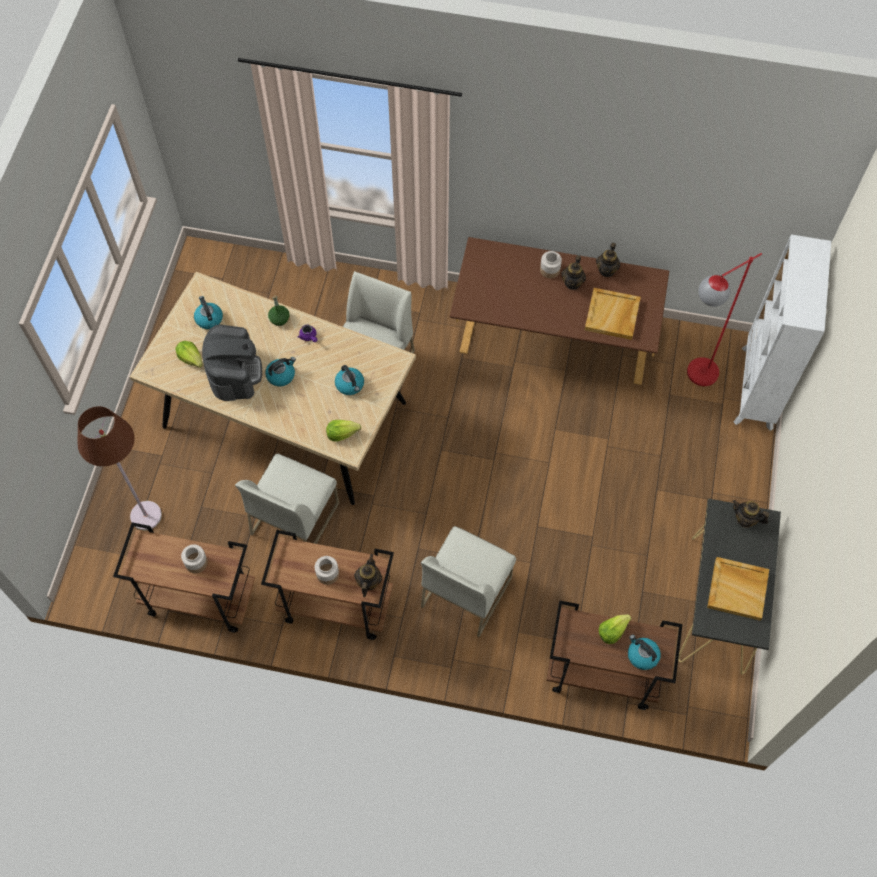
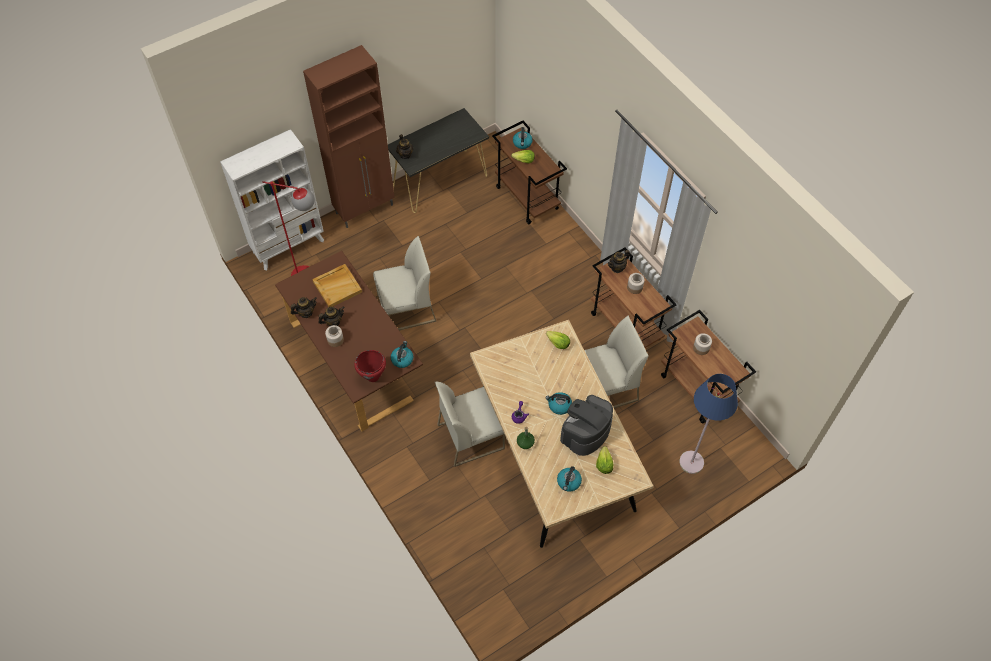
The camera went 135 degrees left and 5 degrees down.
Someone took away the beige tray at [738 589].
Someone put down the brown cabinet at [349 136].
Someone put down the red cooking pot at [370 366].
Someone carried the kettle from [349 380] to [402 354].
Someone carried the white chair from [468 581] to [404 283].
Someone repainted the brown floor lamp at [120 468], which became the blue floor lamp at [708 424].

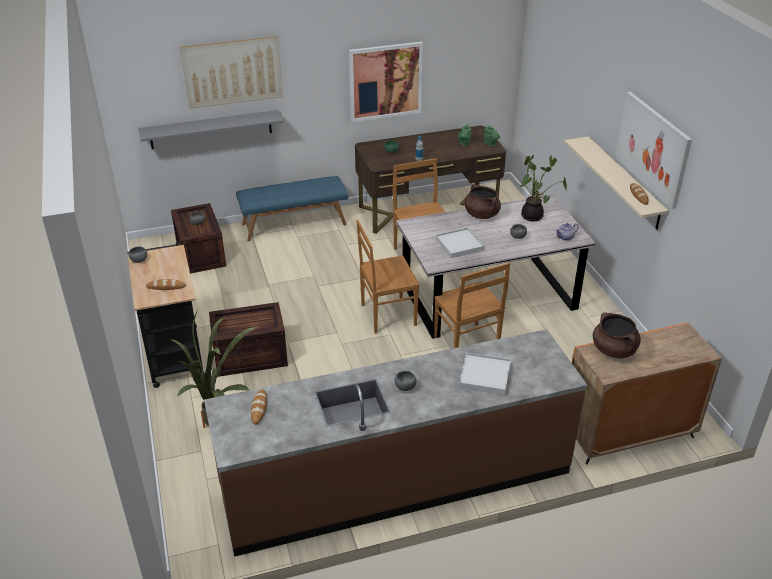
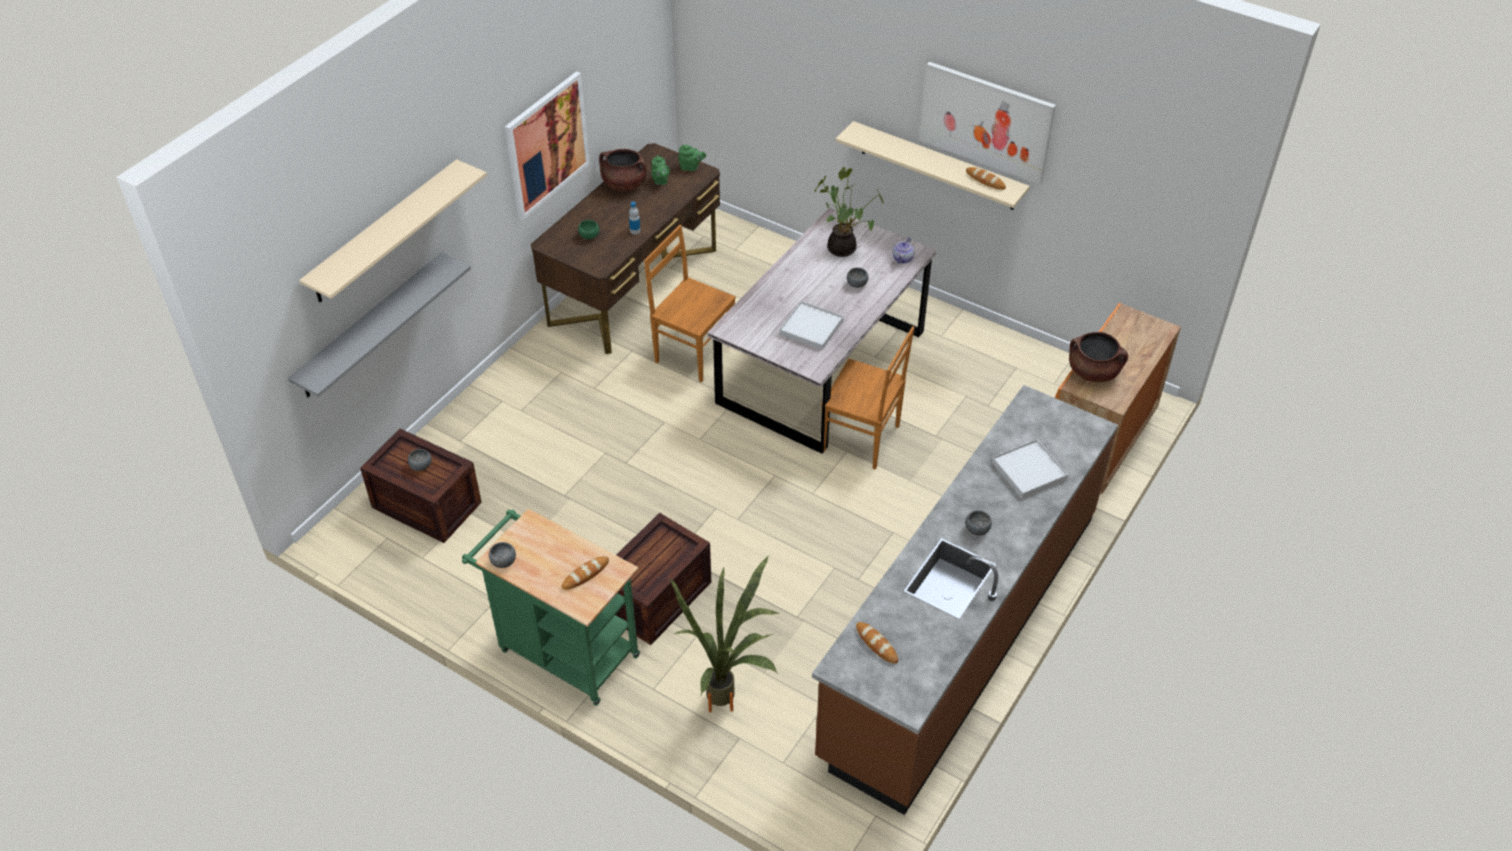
The camera went 40 degrees left and 10 degrees up.
Someone took away the blue bench at [292 208].
Someone took away the brown chair at [388 277].
Someone carried the brown cooking pot from [482 201] to [623 170].
Someone swapped the picture at [231 72] for the beige shelf at [393 230].
Someone repainted the black cart at [166 315], which became the green cart at [551 607].

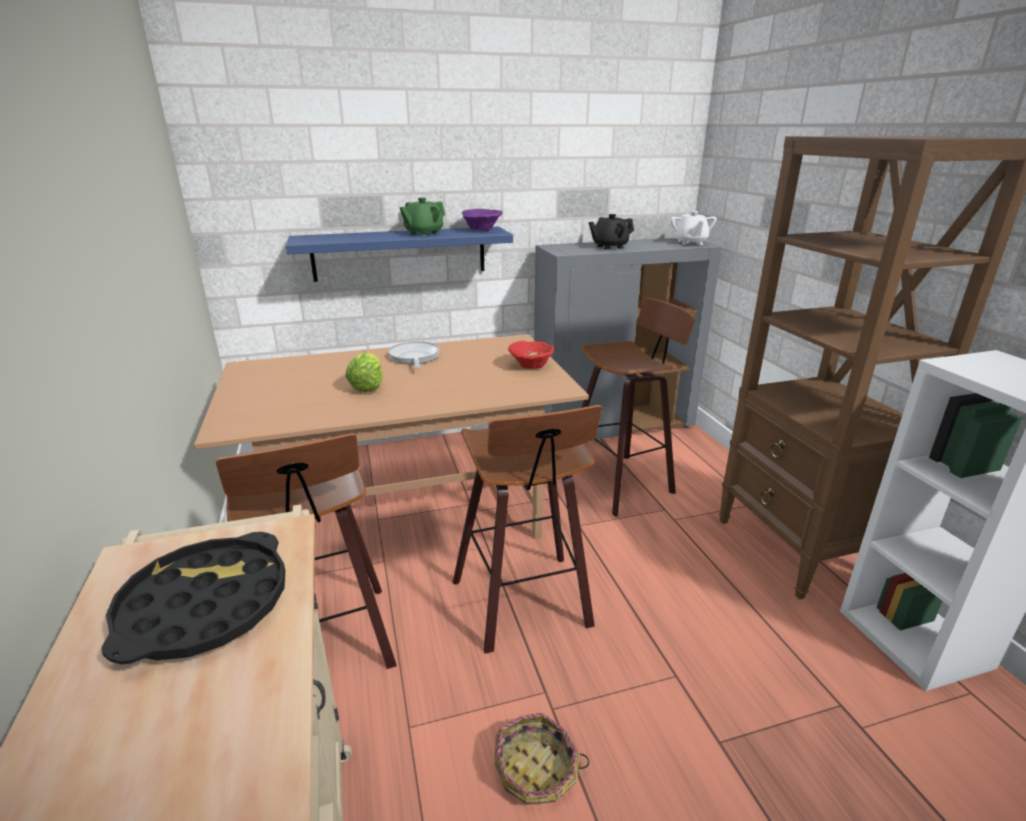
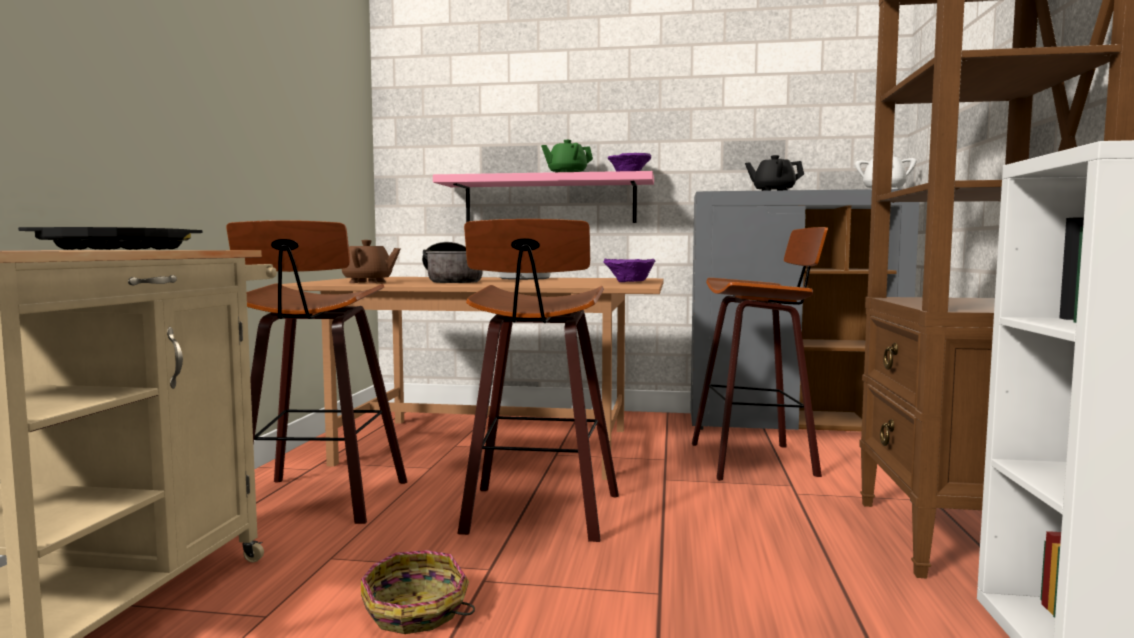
The camera went 25 degrees right and 20 degrees down.
Someone put down the brown teapot at [371 261].
Someone swapped the lettuce at [364 372] for the cooking pot at [452 262].
Someone repainted the blue shelf at [399 254], which became the pink shelf at [543 197].
Someone repainted the red bowl at [531 355], which became the purple bowl at [629 270].

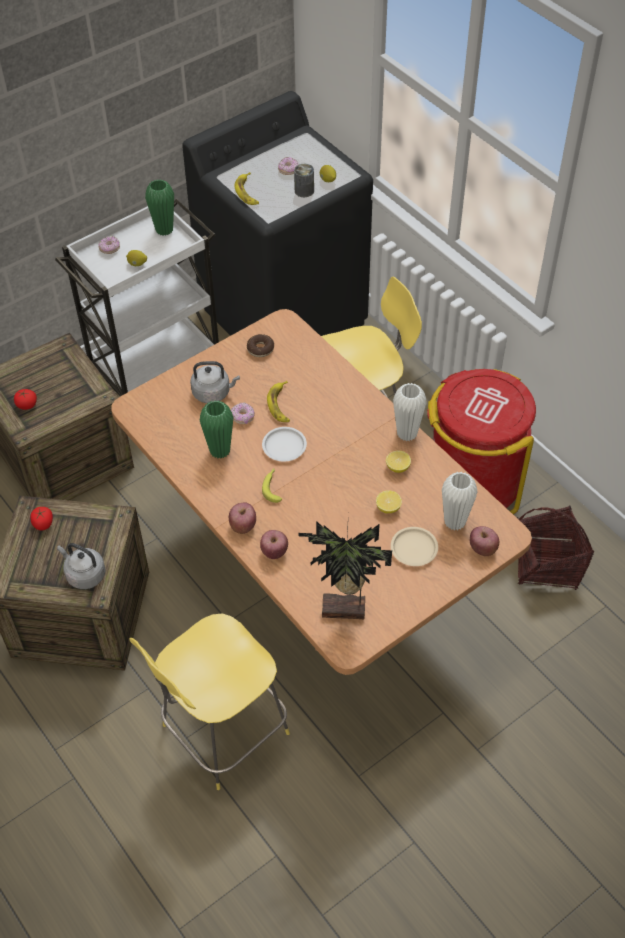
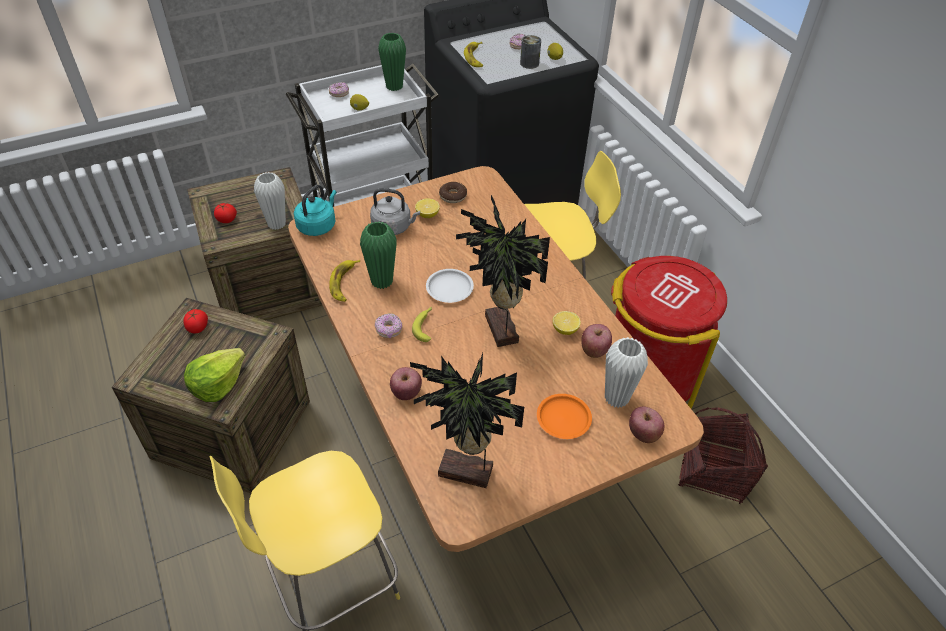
The camera went 10 degrees right and 5 degrees down.
Someone put down the turquoise kettle at [315 210].
Someone put down the potted plant at [503 271].
Someone carried the apple from [242 518] to [596 341].
Someone carried the donut from [243 413] to [389 325].
Someone carried the banana from [278 401] to [344 281].
Someone carried the lemon from [389 501] to [427 208].
Someone carried the white vase from [410 412] to [270 201].
Someone swapped the grey kettle at [81 566] for the lettuce at [214 375].
Someone repainted the beige plate at [414 546], which became the orange plate at [564 416].

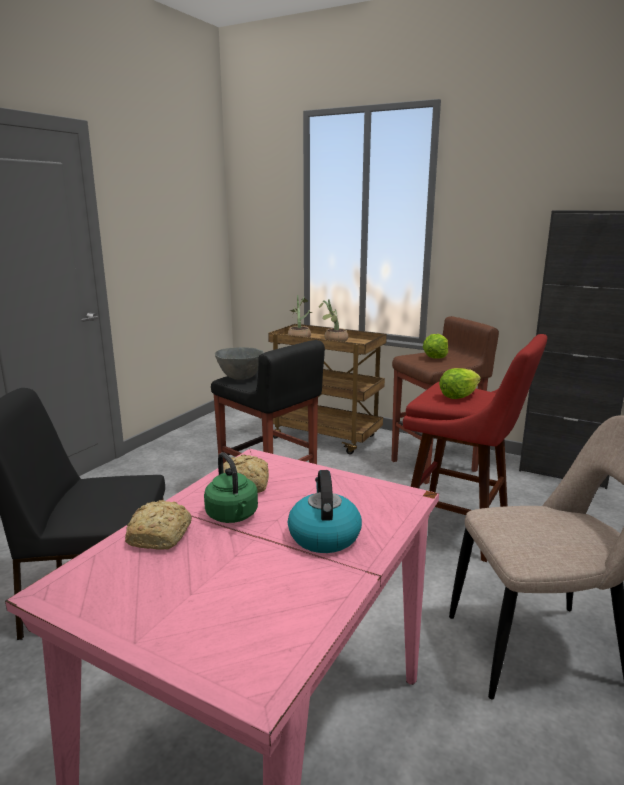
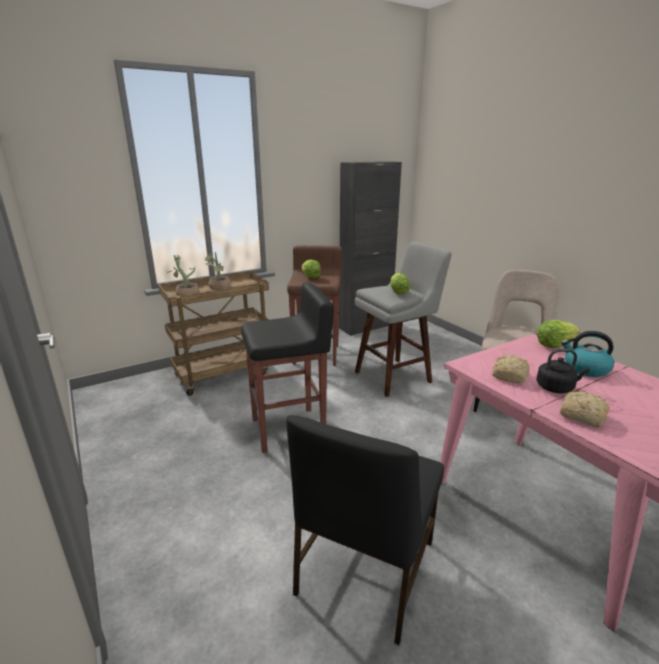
The camera went 60 degrees left and 5 degrees up.
Someone took away the grey bowl at [239 363].
Someone put down the lettuce at [558 334].
Someone repainted the green kettle at [231 487], which became the black kettle at [563 371].
Someone repainted the red stool at [475 448], which became the grey stool at [403 319].

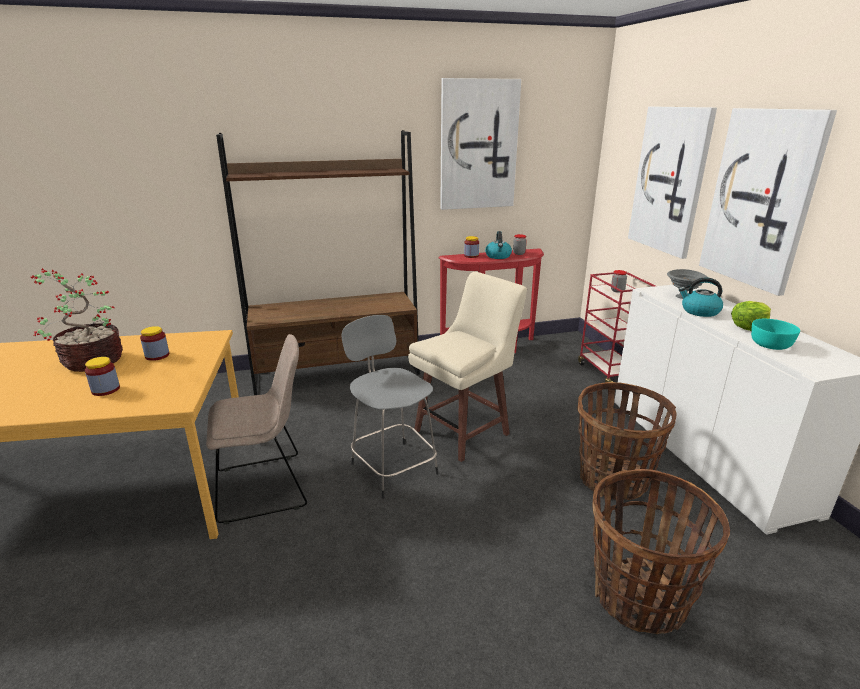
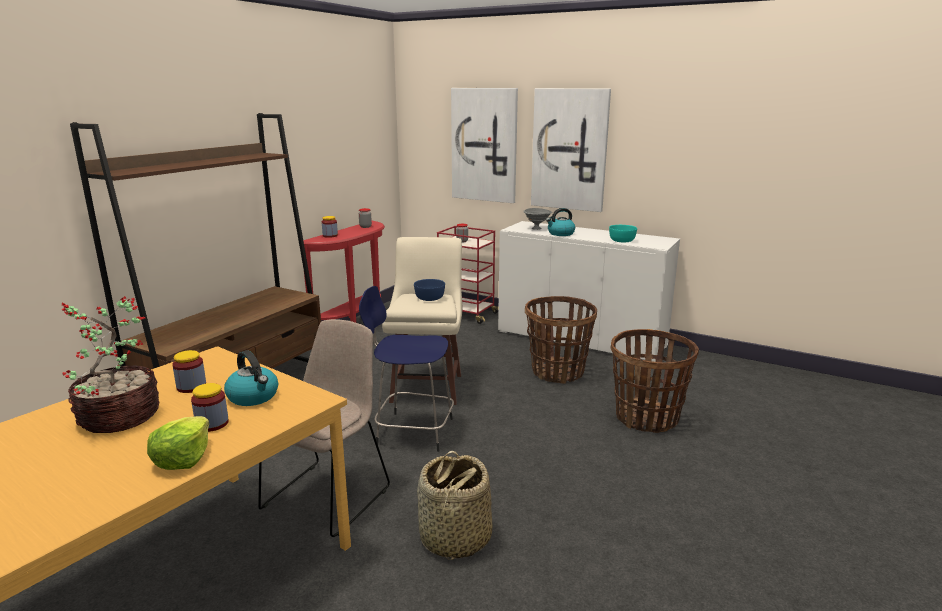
The camera went 45 degrees left and 5 degrees down.
Someone took away the picture at [480 144].
Someone put down the blue bowl at [429 290].
Someone put down the basket at [455 505].
Someone carried the kettle from [498 245] to [251 378].
Someone carried the lettuce from [751 316] to [178 443].
Someone repainted the grey stool at [390 407], which became the blue stool at [406 369].

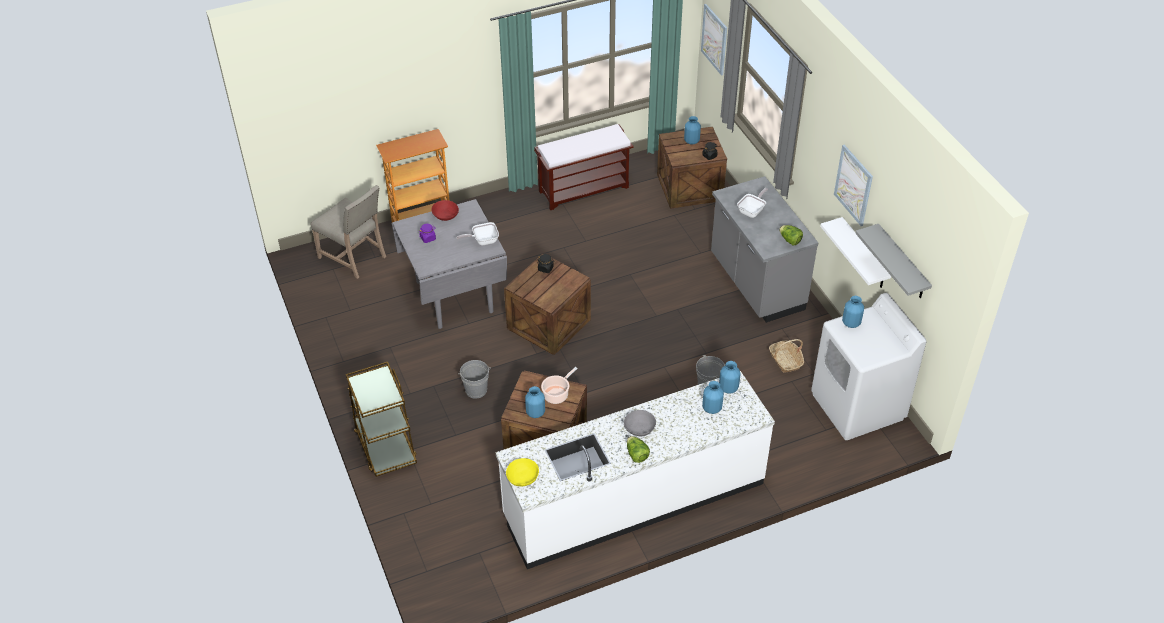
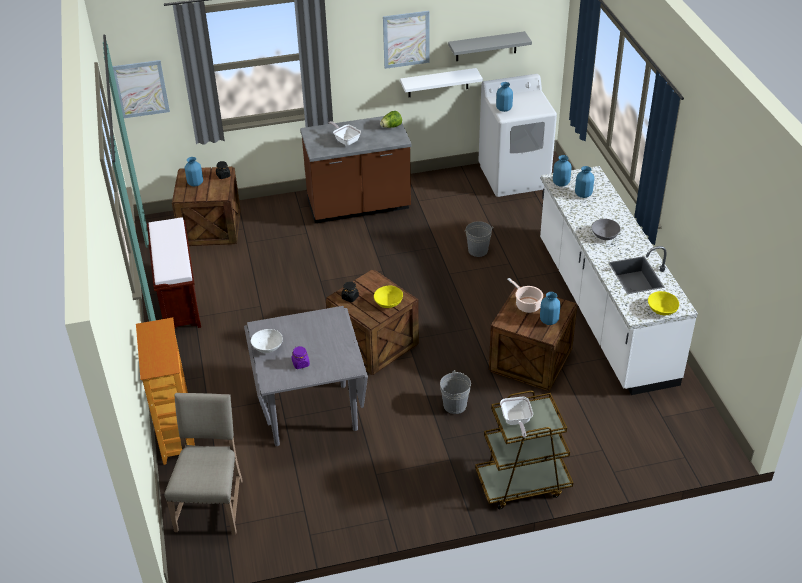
The camera went 80 degrees left and 5 degrees down.
Someone took away the lettuce at [638 449].
Someone took away the basket at [786 356].
Someone put down the yellow bowl at [388 297].
Someone carried the frying pan from [477 233] to [516 417].
Someone repainted the red bowl at [445 210], which became the white bowl at [267 341].
Someone repainted the grey counter at [764 249], which became the brown counter at [356 169].
Someone rotated the beige chair at [348 232] by 45 degrees counterclockwise.

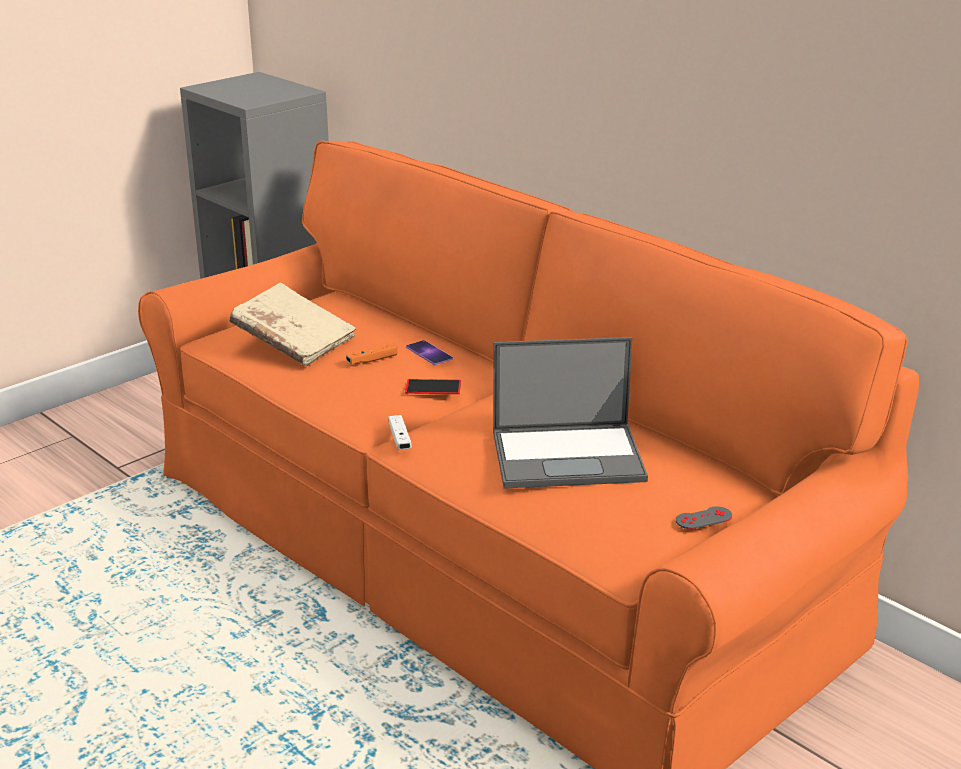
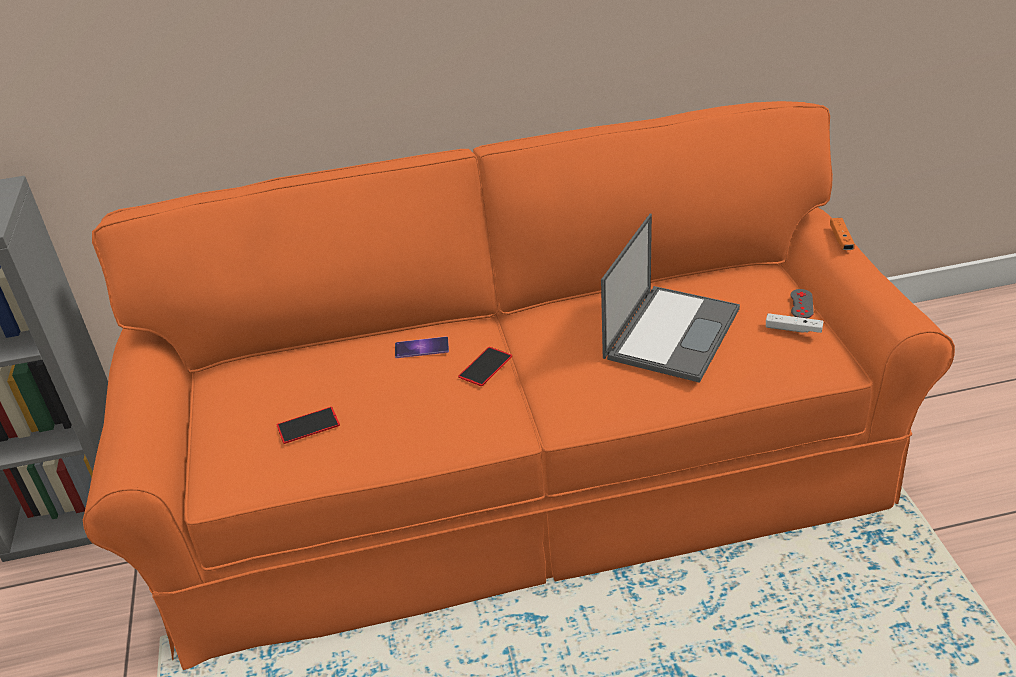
The camera went 55 degrees left and 10 degrees up.
Someone carried the orange game controller from [372 353] to [842 234].
Someone carried the white game controller from [400 432] to [794 323].
Someone swapped the beige book at [293 324] for the phone at [308 425].

